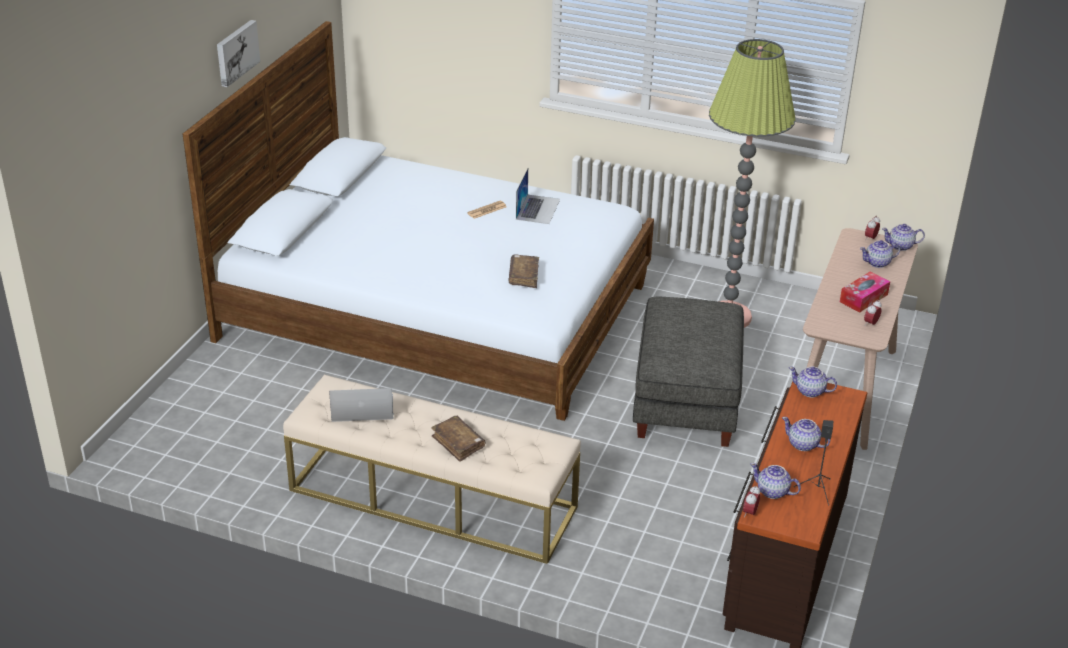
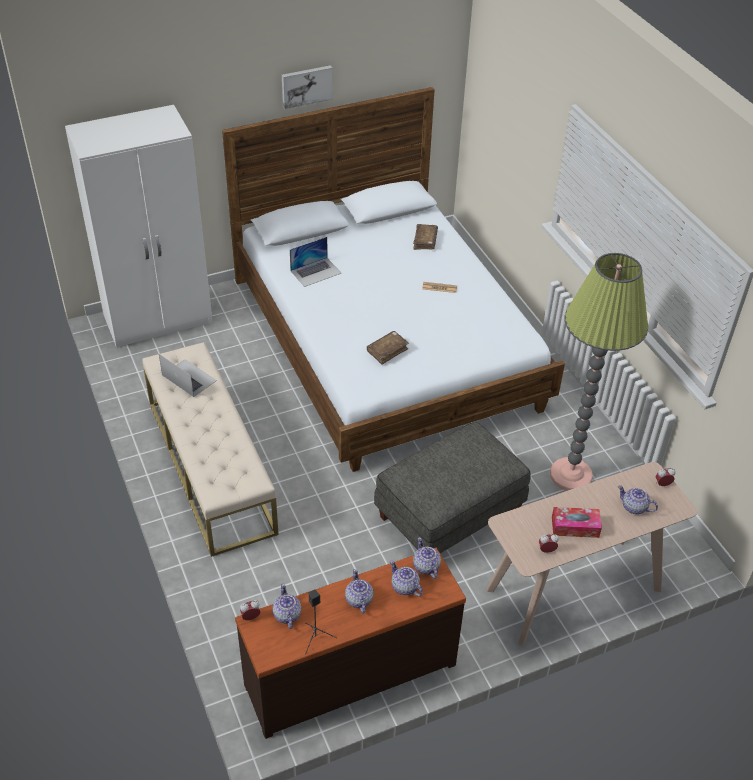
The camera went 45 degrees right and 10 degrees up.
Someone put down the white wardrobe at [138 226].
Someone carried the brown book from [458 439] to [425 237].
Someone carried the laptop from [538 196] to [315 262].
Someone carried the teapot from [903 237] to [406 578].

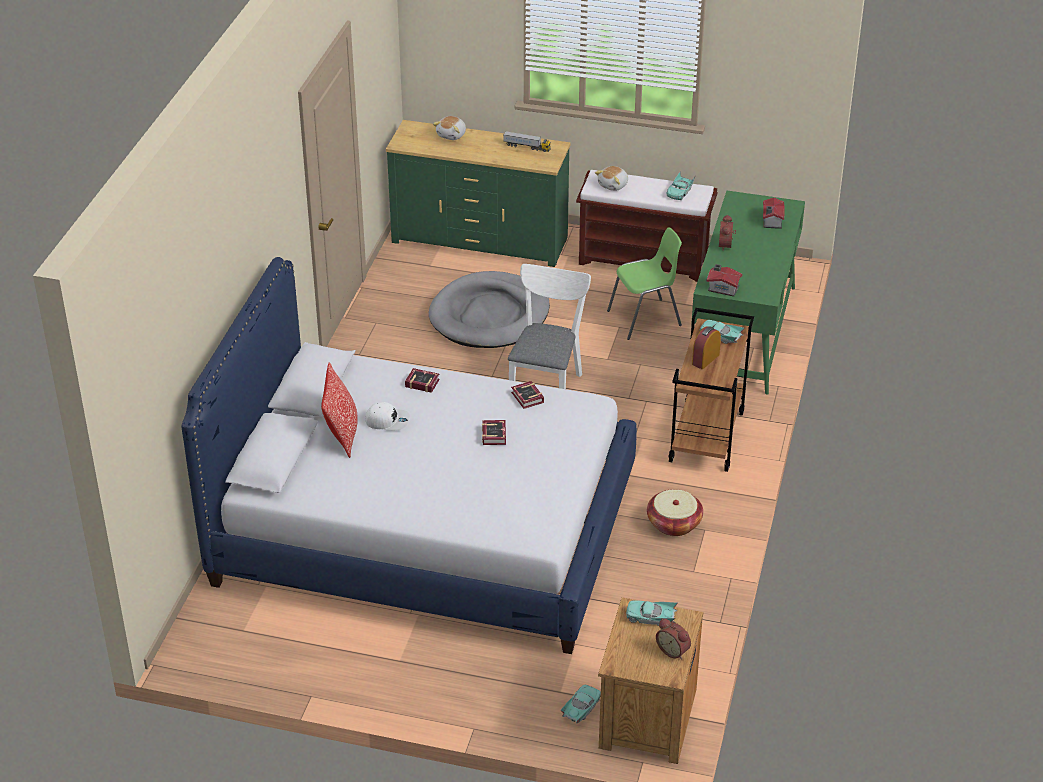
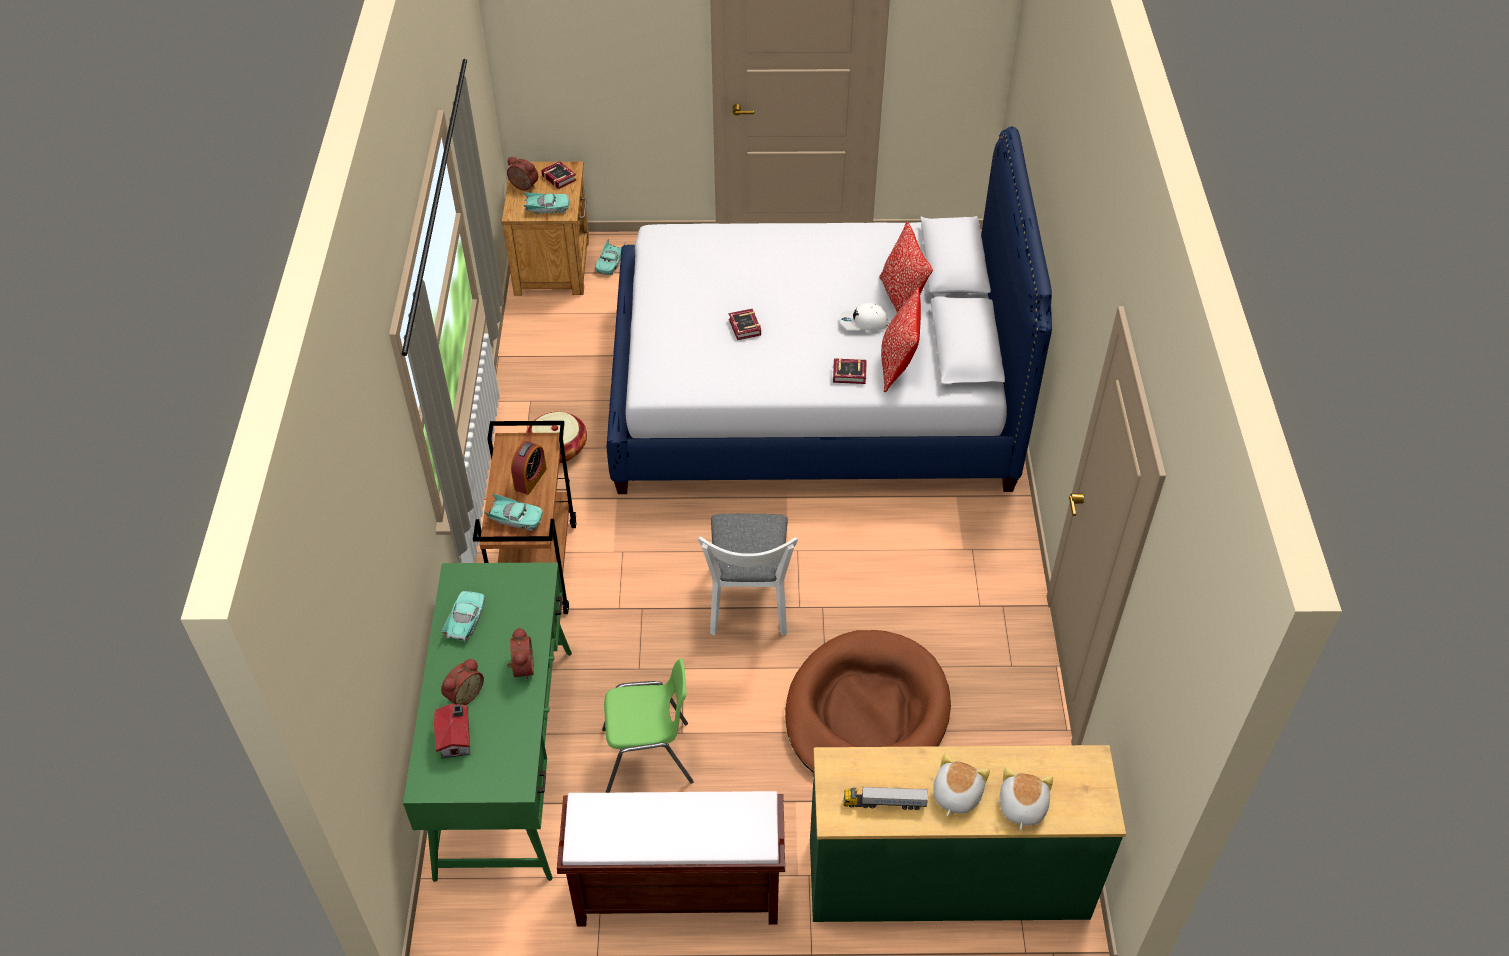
The camera went 165 degrees right and 10 degrees up.
Someone took away the toy house at [725 280].
Someone put down the alarm clock at [462 682].
Someone put down the pillow at [901 339].
Someone carried the book from [527 395] to [559 175].
Someone carried the plush toy from [611 178] to [961 785].
Someone carried the turquoise toy car from [681 185] to [464 616].
Someone repainted the grey dog bed at [489 309], which became the brown dog bed at [868 701].
Someone rotated the green chair at [644 283] by 150 degrees counterclockwise.

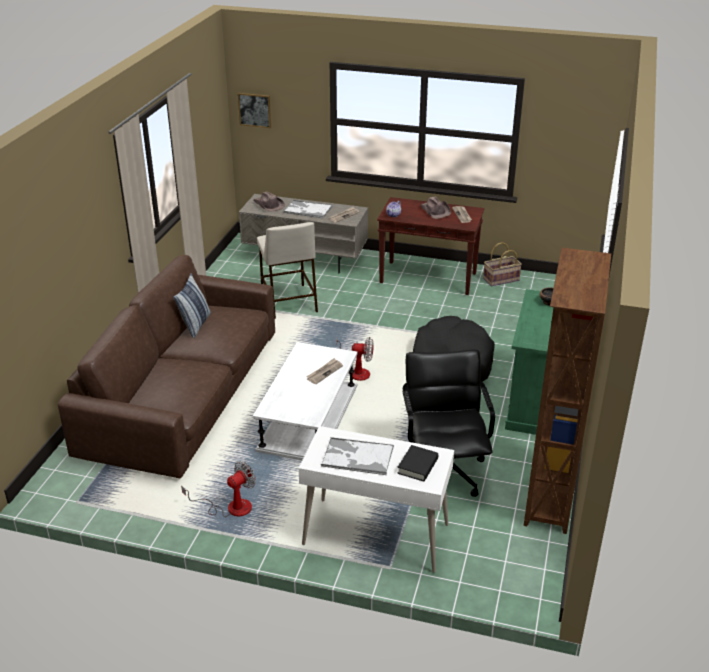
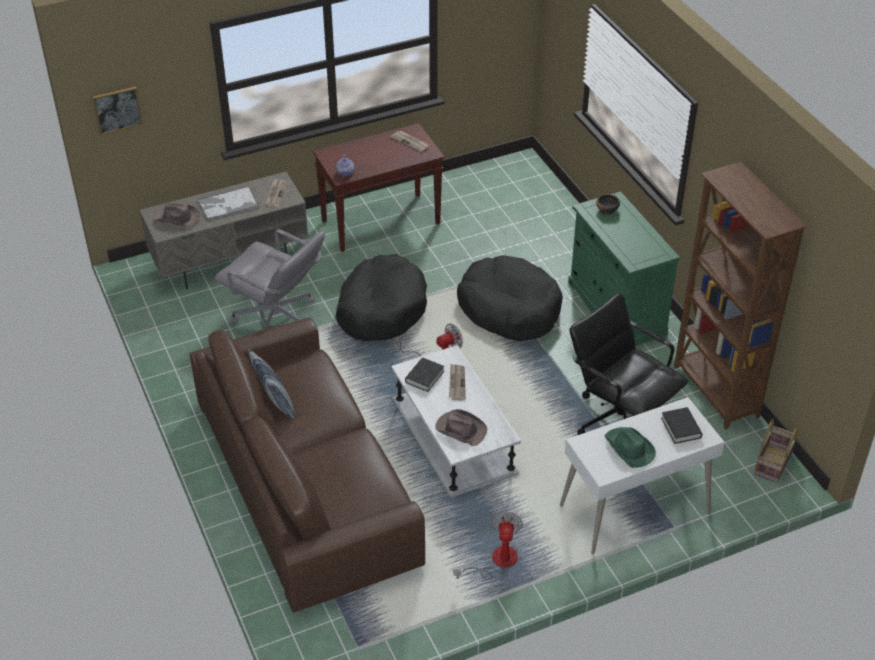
The camera went 40 degrees left and 10 degrees up.
Someone put down the black dog bed at [381 297].
Someone put down the black book at [424 375].
Someone carried the brown hat from [436 208] to [461 427].
Someone carried the basket from [502 264] to [776 451].
Someone swapped the beige stool at [287 270] for the grey office chair at [269 279].
Someone swapped the tray at [357 456] for the green hat at [630 447].

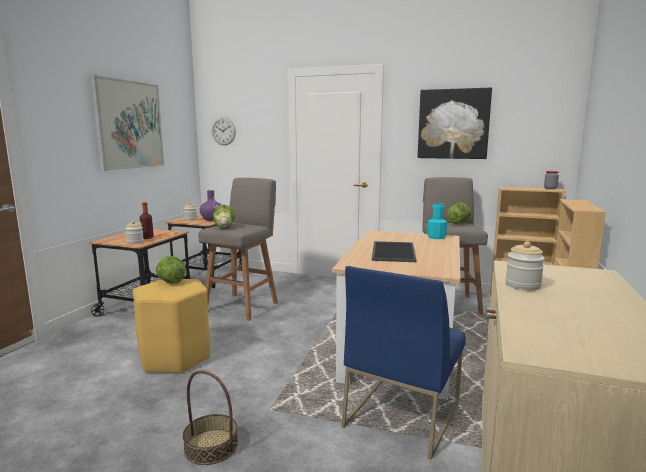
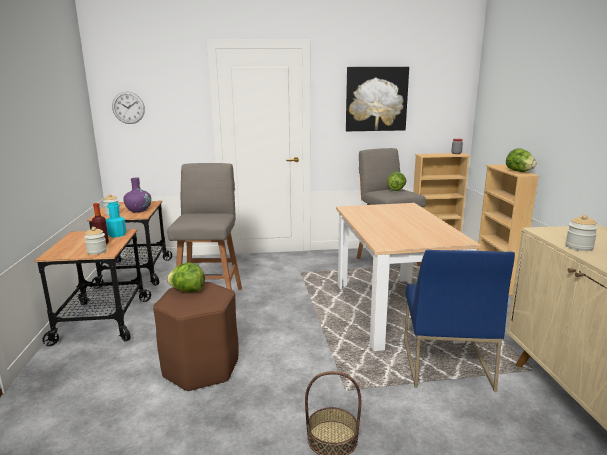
The camera went 25 degrees left and 5 degrees up.
Someone took away the picture at [127 123].
Someone took away the tray at [394 251].
Someone carried the lettuce from [224 216] to [521 160].
Someone carried the turquoise bottle from [437 221] to [116 220].
Someone repainted the yellow stool at [171 326], which became the brown stool at [196 337].

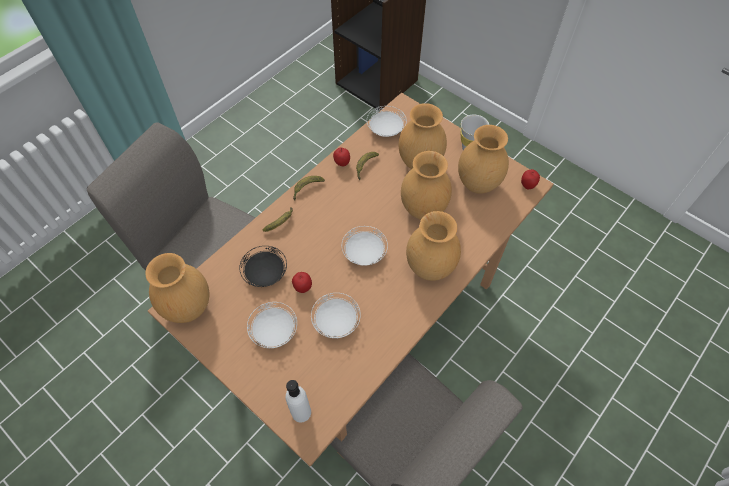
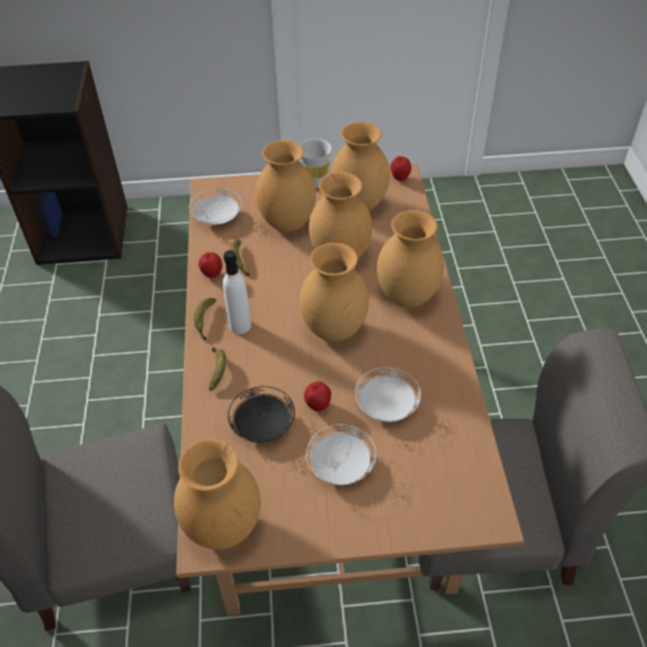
The camera went 45 degrees left and 10 degrees down.
Someone carried the white bottle from [298 401] to [237 292].
Someone swapped the white plate at [365 246] for the brown vase at [334 292].

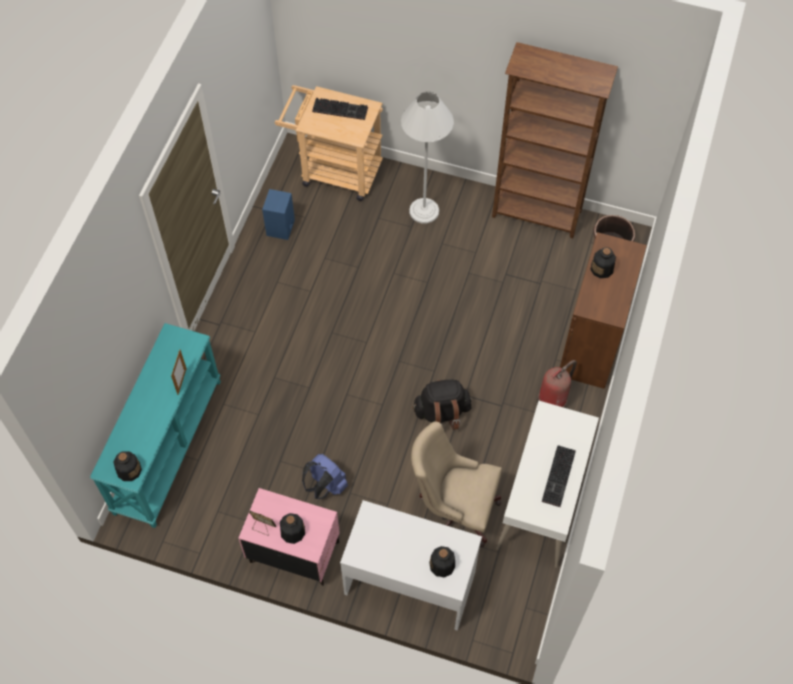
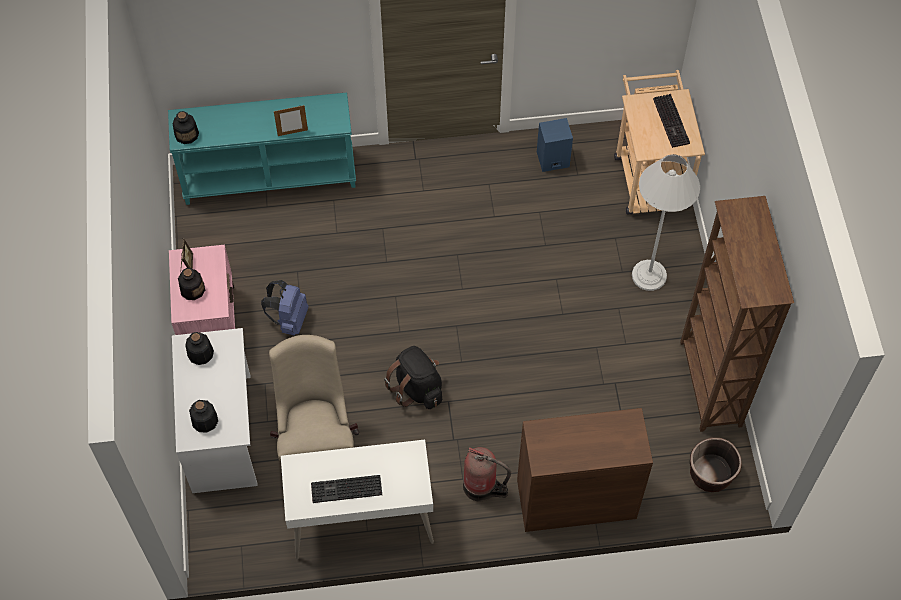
The camera went 65 degrees right and 0 degrees up.
Someone carried the bottle from [603 262] to [199 348].

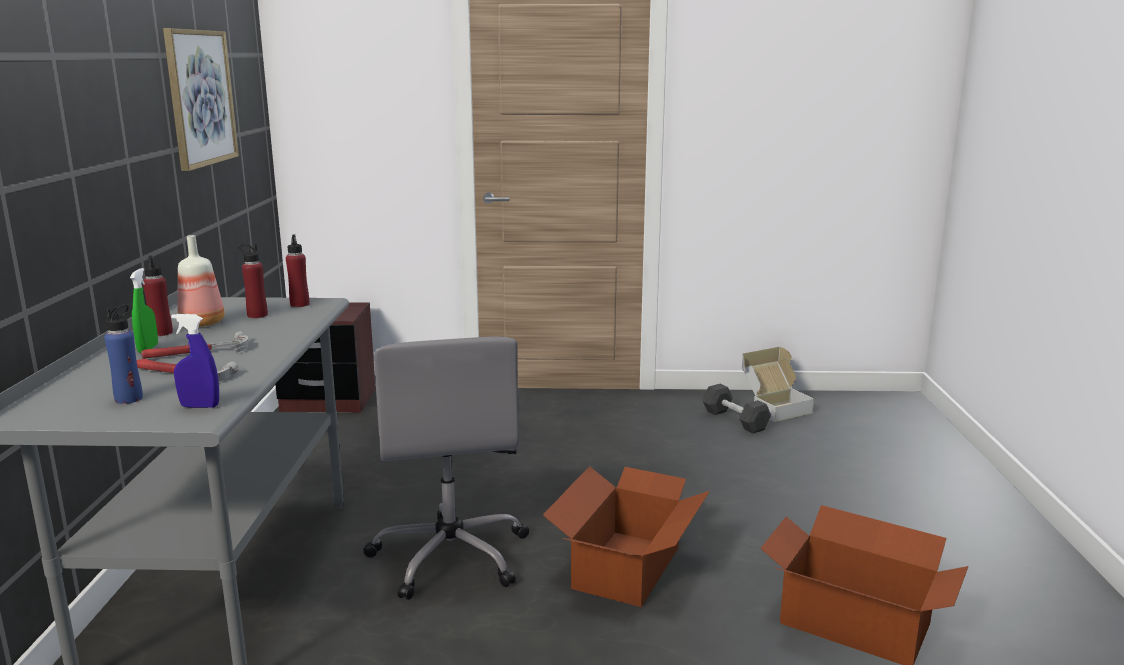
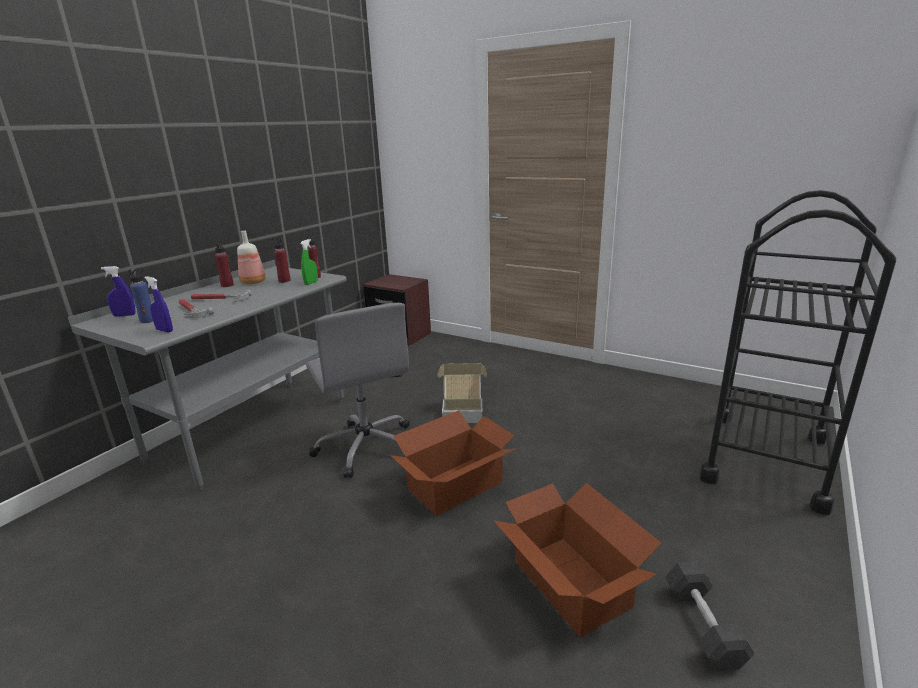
The camera went 30 degrees right and 5 degrees up.
Someone took away the picture at [201 99].
Someone put down the blue spray bottle at [118 291].
Someone put down the black cart at [797 352].
Someone carried the green spray bottle from [144 310] to [309 262].
Someone carried the black dumbbell from [736 408] to [710 616].
Someone carried the cardboard box from [778 384] to [462 393].
Someone rotated the grey office chair at [446 468] by 45 degrees counterclockwise.

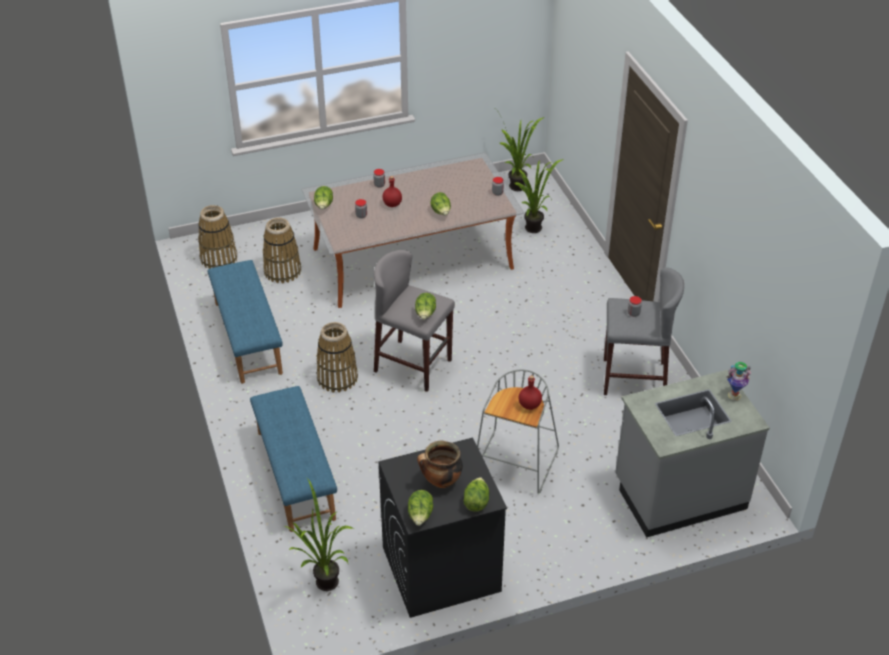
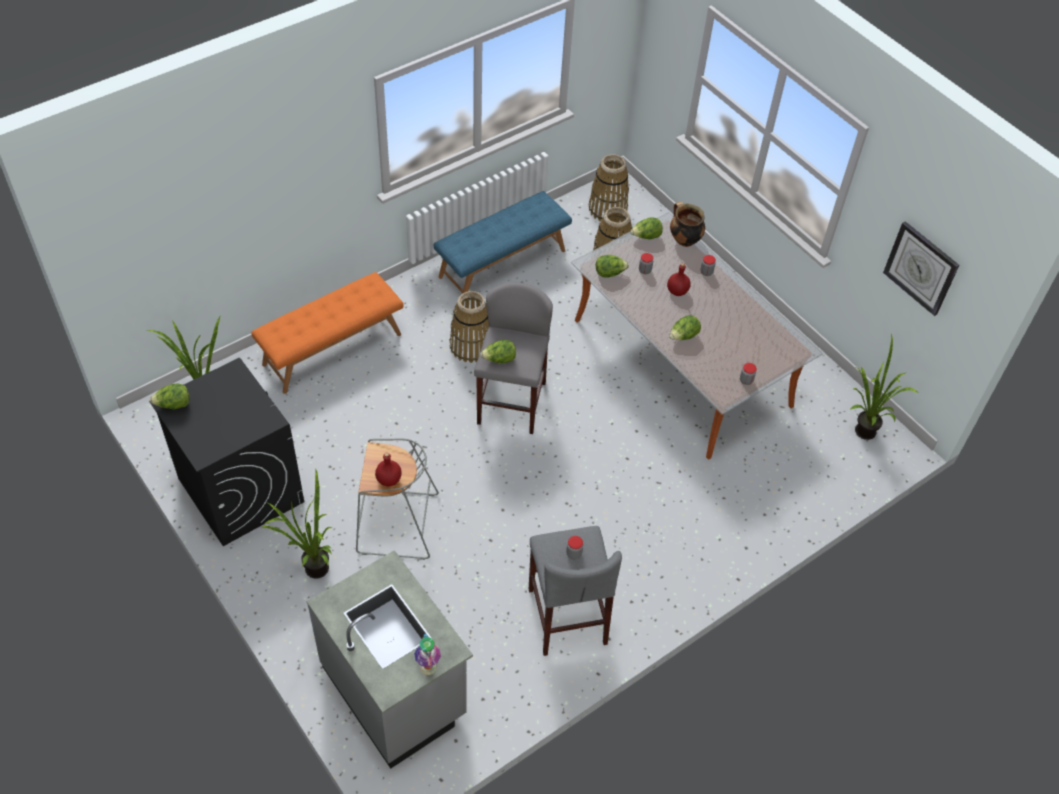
The camera went 70 degrees right and 10 degrees up.
Someone put up the wall clock at [921 268].
Someone carried the cooking pot from [440 464] to [687 224].
Someone carried the lettuce from [476 494] to [612 266].
Someone carried the potted plant from [538 190] to [297 524].
Someone repainted the blue bench at [293 459], which became the orange bench at [327 333].

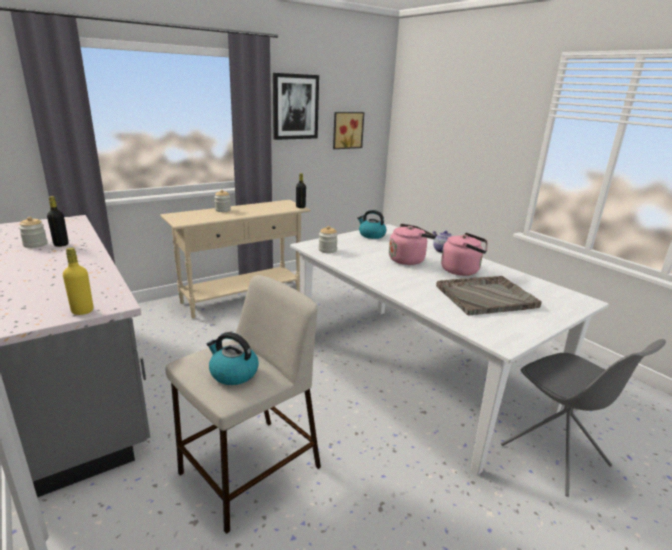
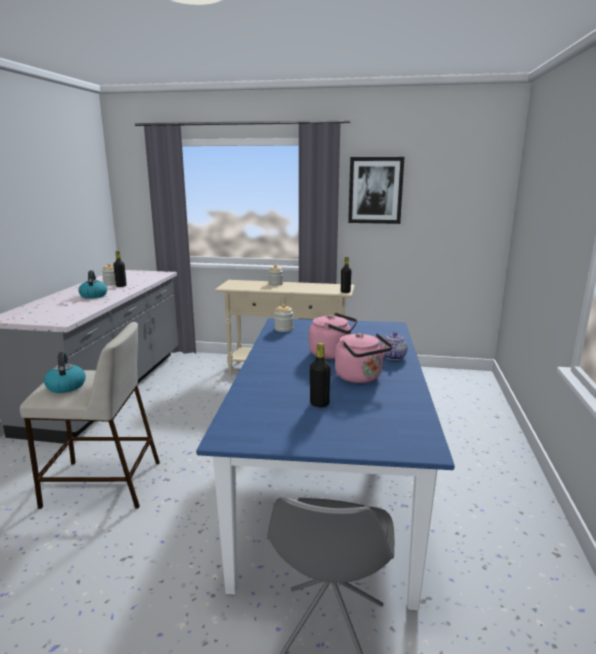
The camera went 45 degrees right and 5 degrees down.
Someone took away the yellow bottle at [78 281].
Someone took away the picture at [348 130].
Someone carried the kettle from [371 224] to [93 285].
Someone swapped the grey tray at [489 295] for the black bottle at [320 375].
Someone repainted the white dining table at [449 349], which became the blue dining table at [325 464].

